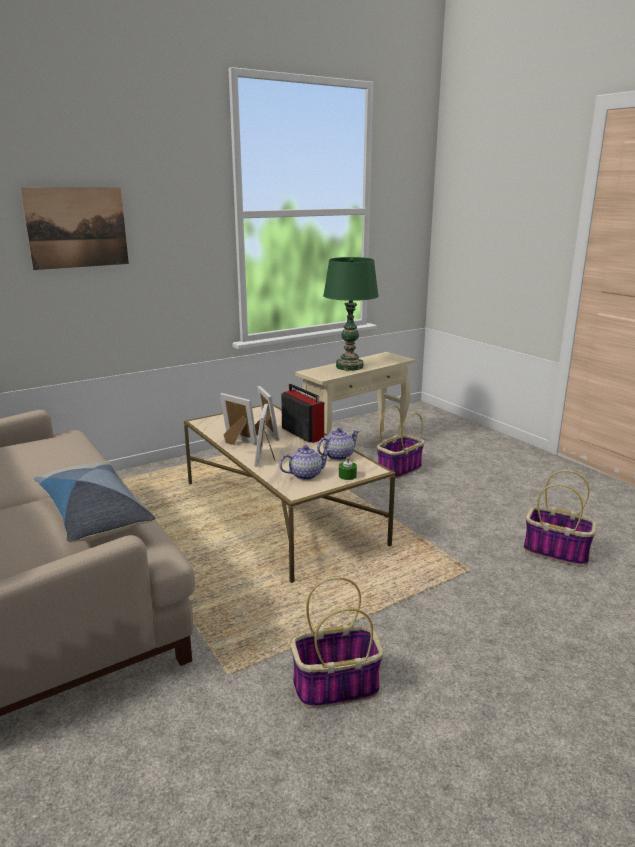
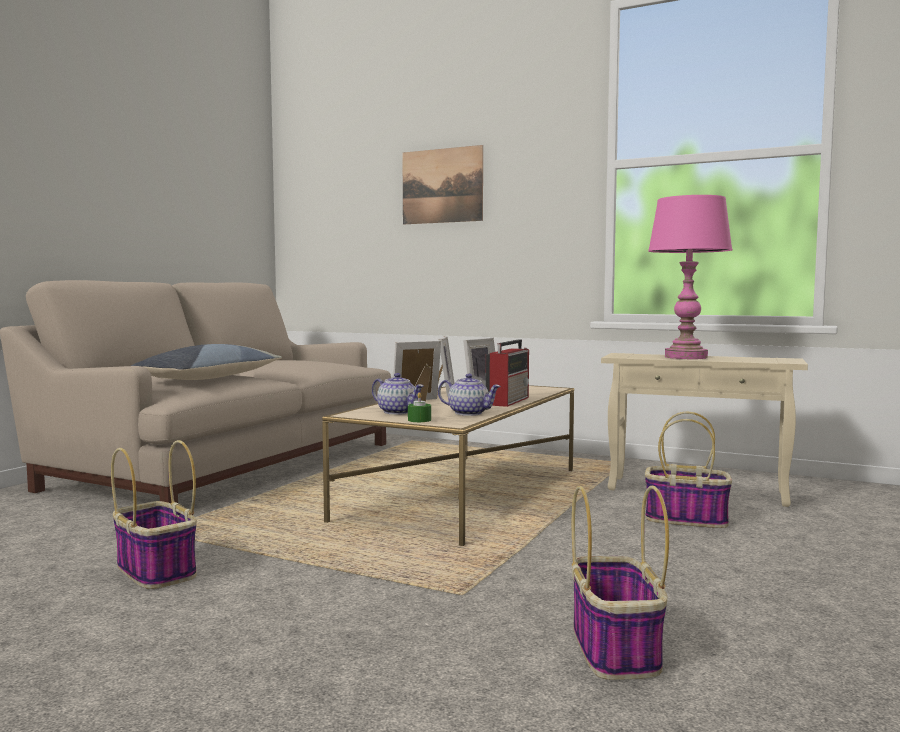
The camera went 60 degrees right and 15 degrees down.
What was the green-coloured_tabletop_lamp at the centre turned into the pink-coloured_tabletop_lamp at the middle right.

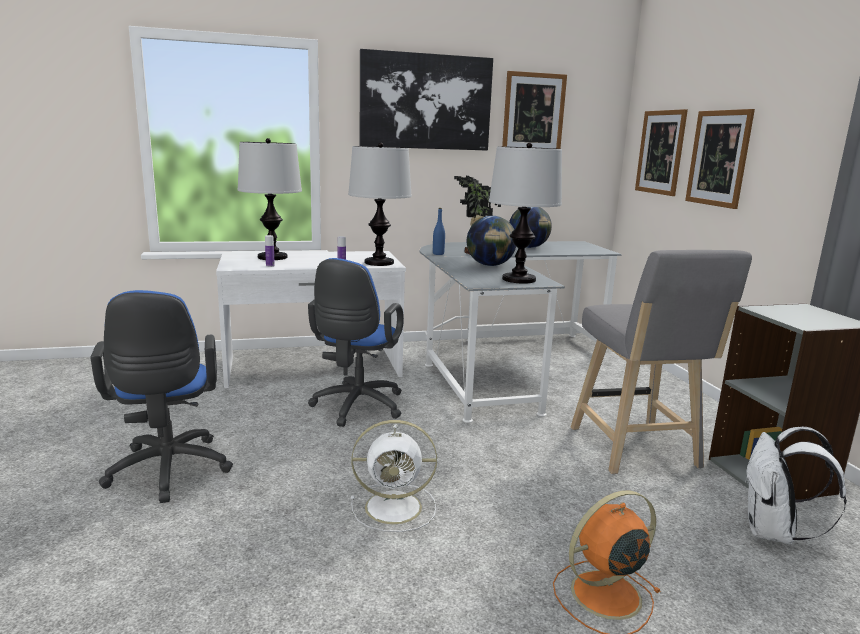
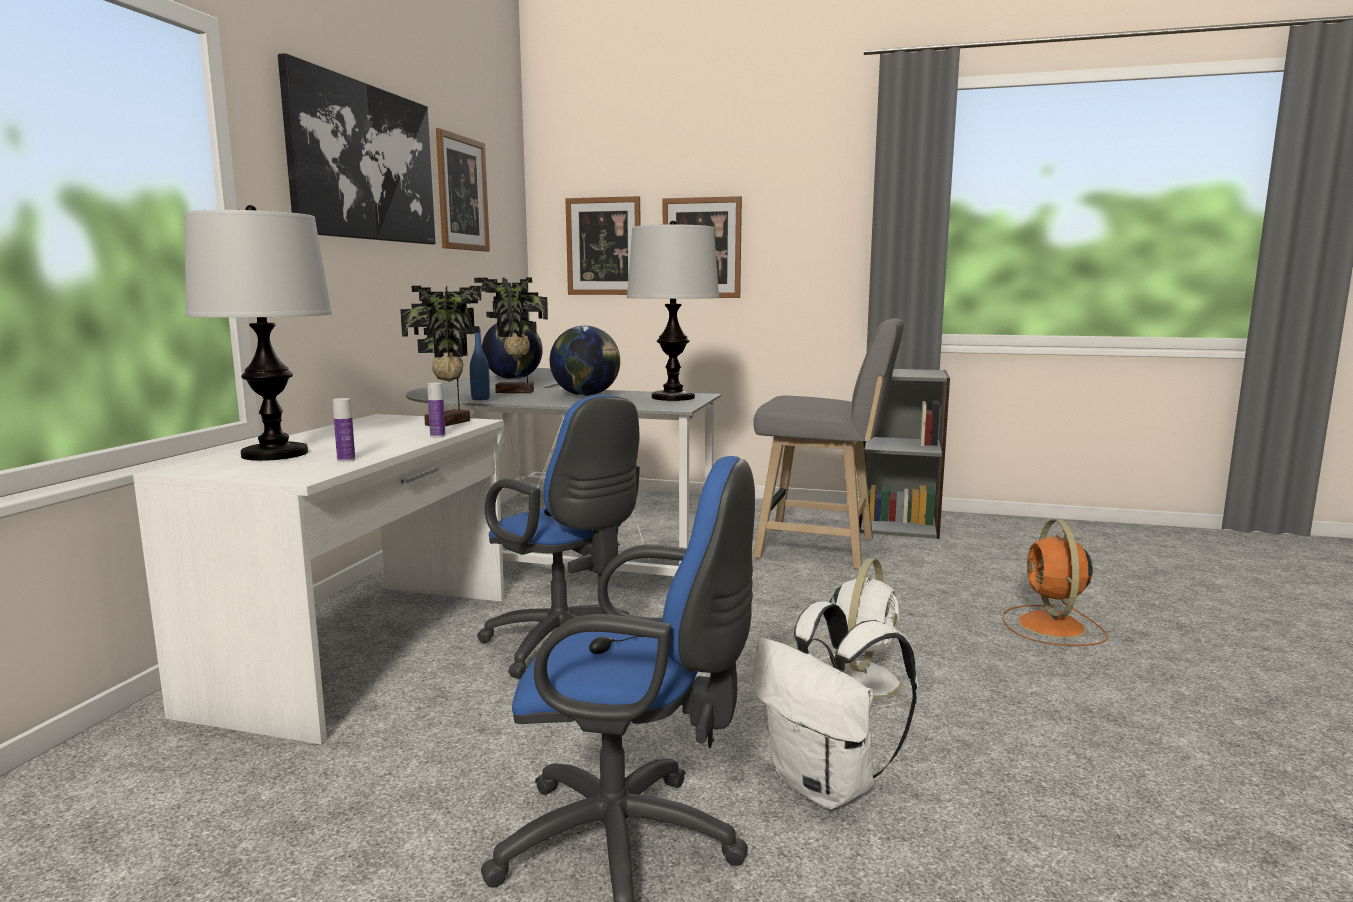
The camera went 60 degrees left and 5 degrees down.
The white_backpack ended up elsewhere, having gone from the bottom right to the bottom centre.
Where the tabletop_lamp (2nd from left) stood at the top centre, the potted_plant (1st from left) came to stand at the middle left.

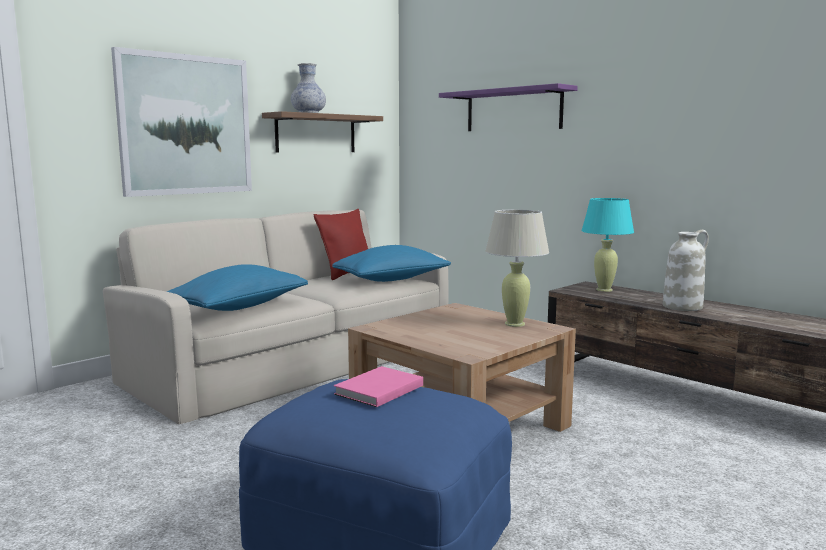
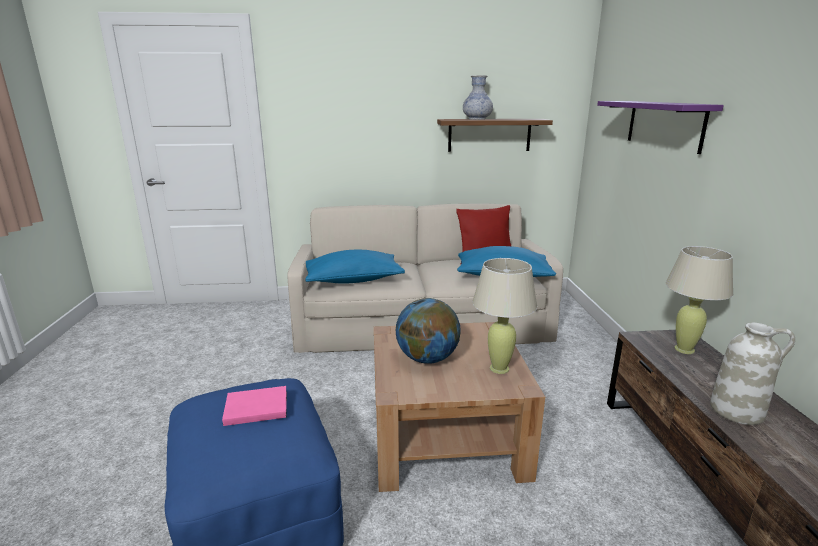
The camera went 40 degrees right and 10 degrees up.
The second view lost the wall_picture at the top left.
The second view gained the world_globe at the centre.
What was the blue-green_tabletop_lamp at the middle right turned into the beige-coloured_tabletop_lamp (2nd from left) at the middle right.

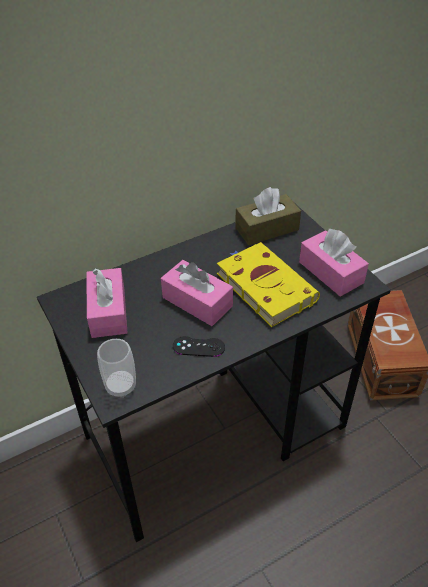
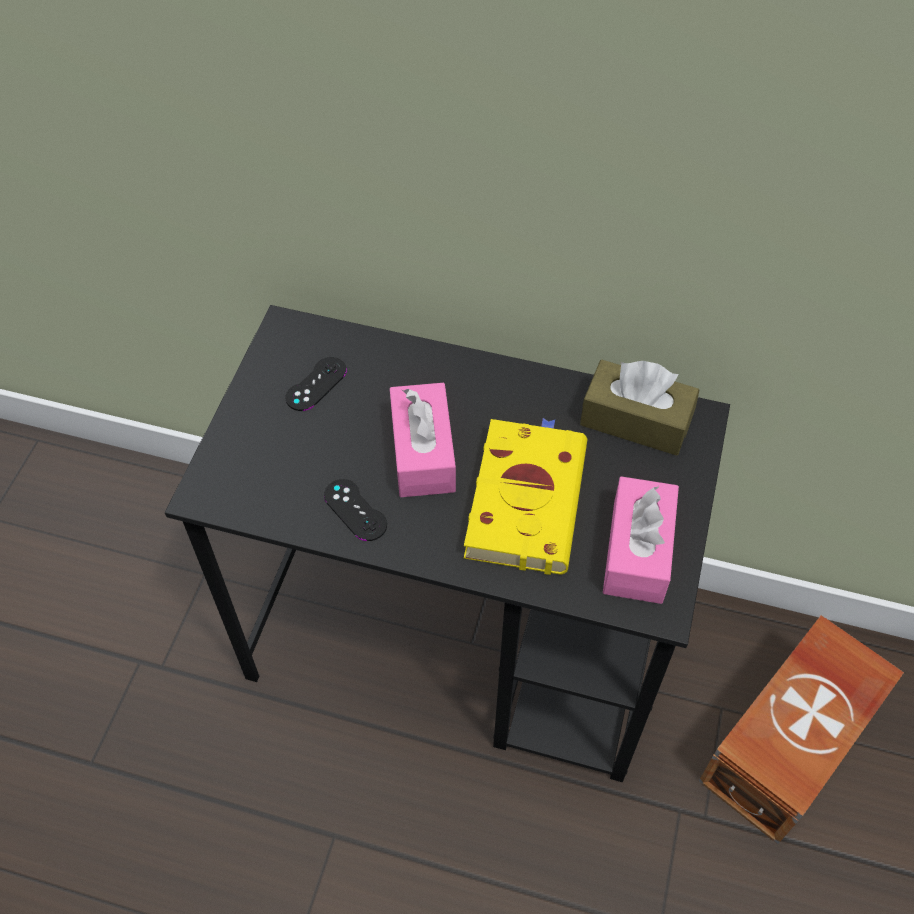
The camera went 45 degrees right and 10 degrees up.
The second view lost the drinking_cup at the middle left.
Where the pink-coloured_box_of_tissues (1st from left) stood at the middle left, the black-coloured_gamepad (1st from left) came to stand at the centre.

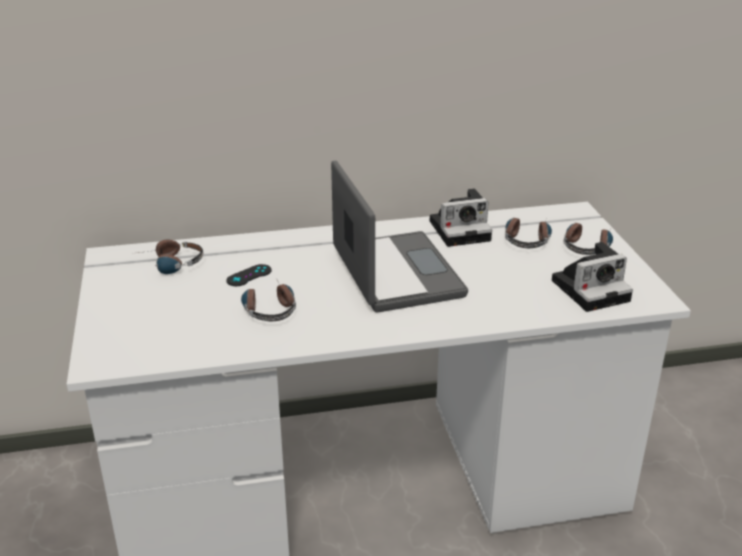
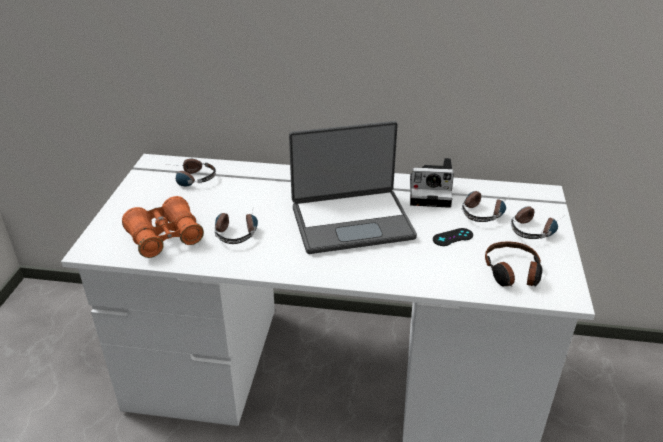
The camera went 20 degrees right and 5 degrees up.
The second view gained the orangey_field_glasses at the middle left.
The black-coloured_gamepad ended up elsewhere, having gone from the centre to the middle right.
Where the photo_camera (2nd from left) stood at the middle right, the pair_of_headphones (4th from left) came to stand at the middle right.
The notebook_computer at the centre ended up facing another way, 75 degrees clockwise from before.

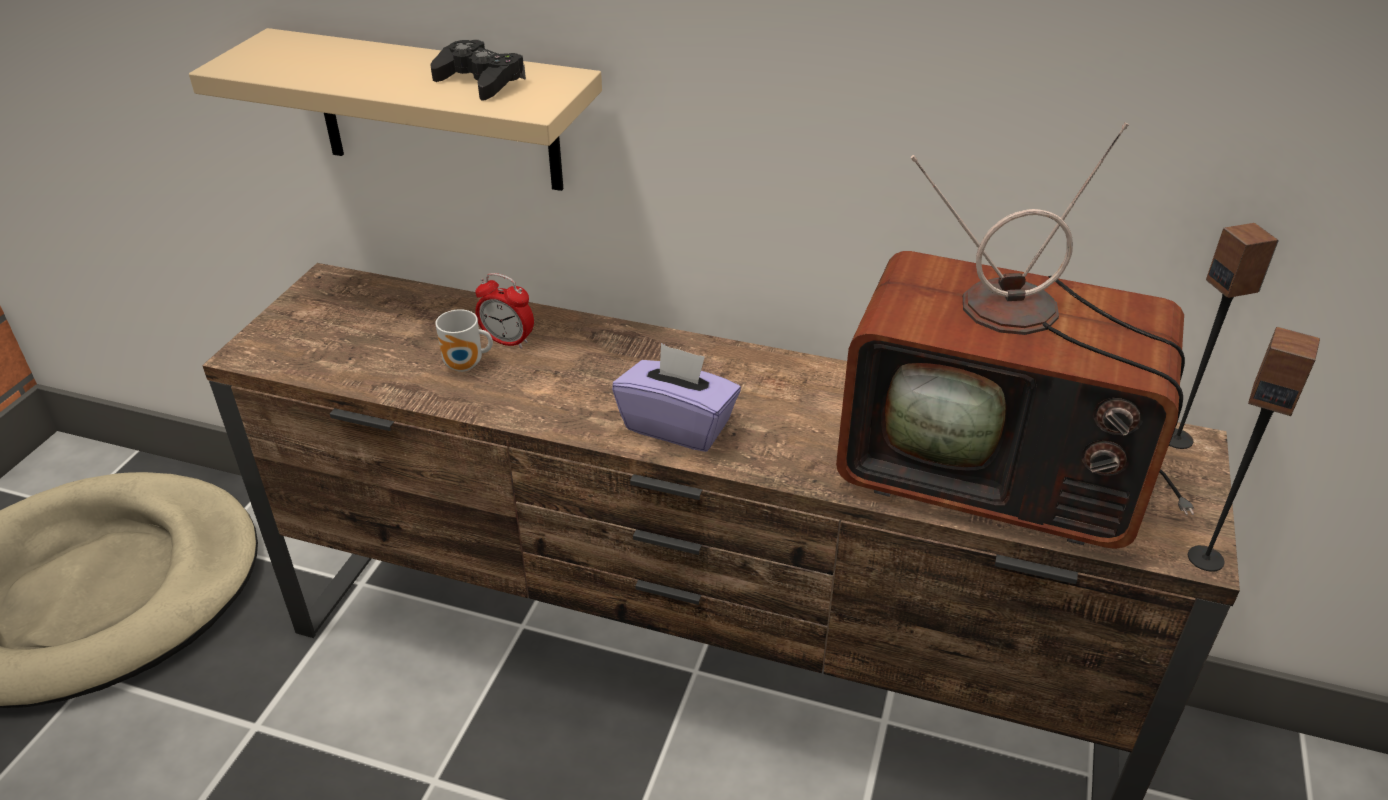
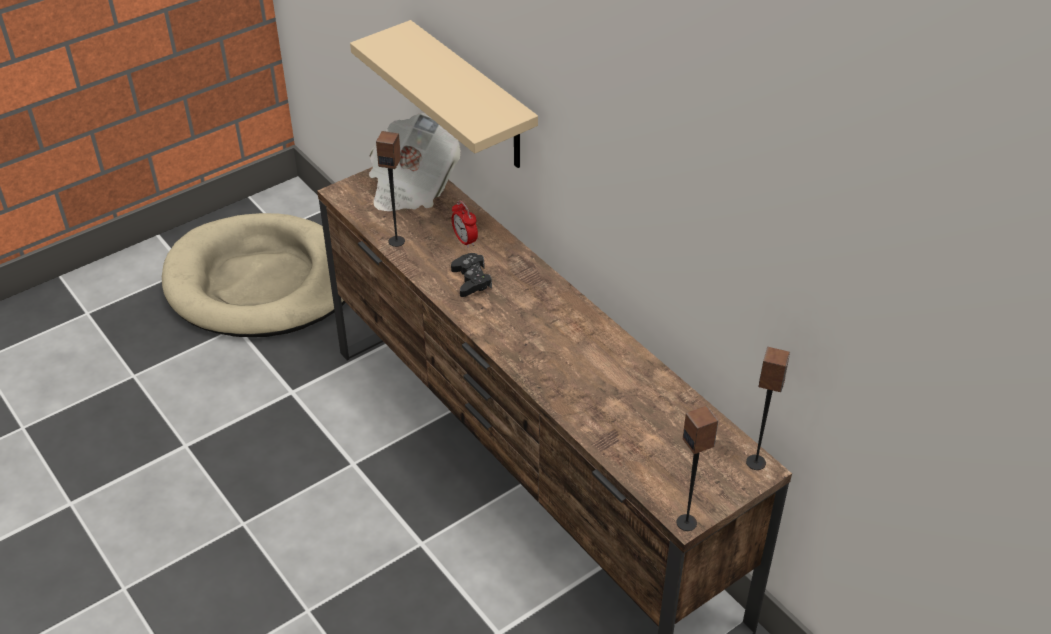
The camera went 35 degrees right and 5 degrees up.
The second view lost the tea_mug at the centre.
The second view lost the purple_box_of_tissues at the centre.
The second view lost the television at the middle right.
The second view gained the newspaper at the top centre.
The second view gained the audio_speaker (1st from left) at the top centre.
The black-coloured_gamepad ended up elsewhere, having gone from the top centre to the centre.

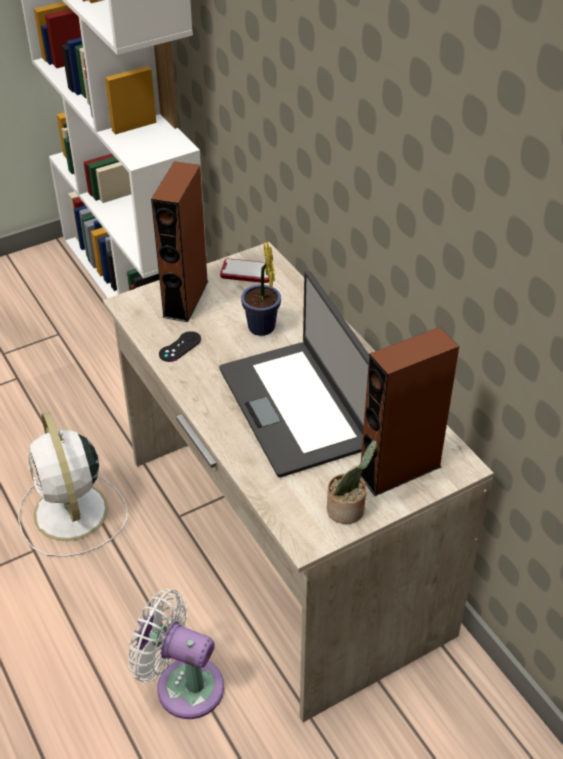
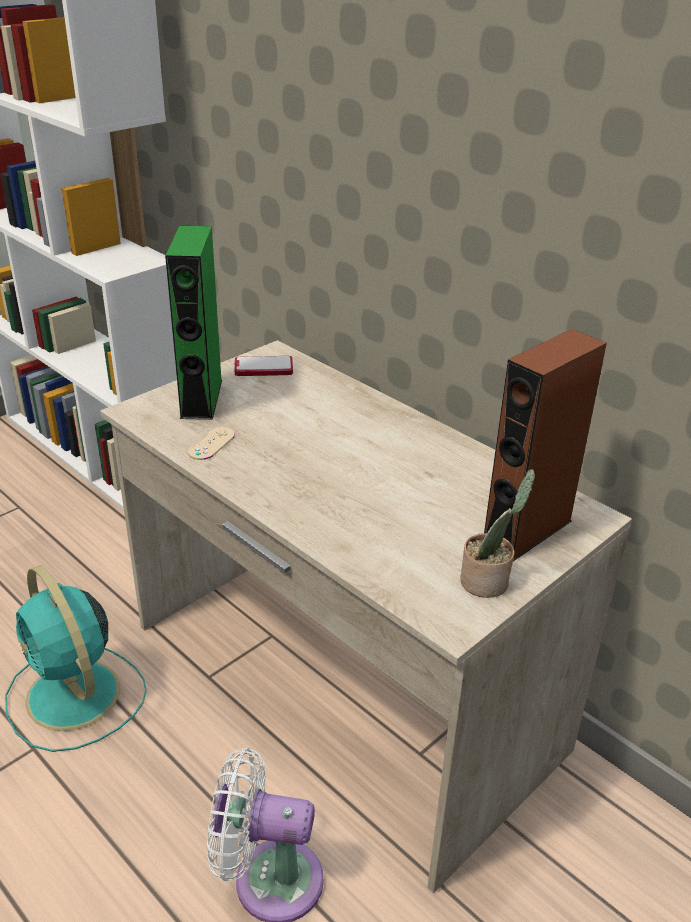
The camera went 15 degrees left and 10 degrees down.
The second view lost the notebook_computer at the centre.
The second view lost the potted_plant (1st from left) at the centre.
What was the white_cooling_fan (1st from left) at the middle left turned into the blue-green_cooling_fan at the bottom left.
What was the brown_audio_speaker (1st from left) at the top left turned into the green-coloured_audio_speaker at the middle left.
What was the black-coloured_gamepad at the middle left turned into the beige-coloured_gamepad at the middle left.

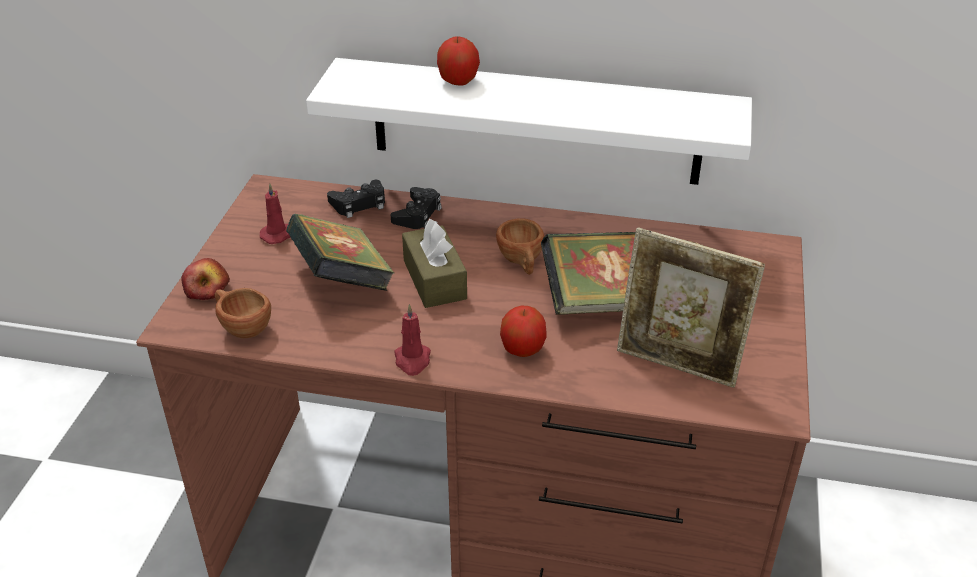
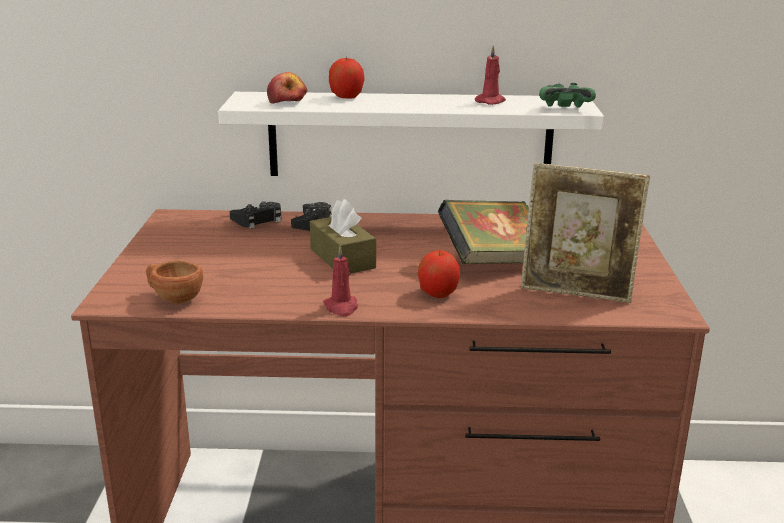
The camera went 10 degrees left and 15 degrees down.
The second view lost the bound_book (1st from left) at the centre.
The second view lost the brown_drinking_cup (2nd from left) at the centre.
The second view gained the green-coloured_gamepad at the top right.
The apple (1st from left) ended up elsewhere, having gone from the middle left to the top centre.
The red_candle (1st from left in the first image) ended up elsewhere, having gone from the middle left to the top centre.

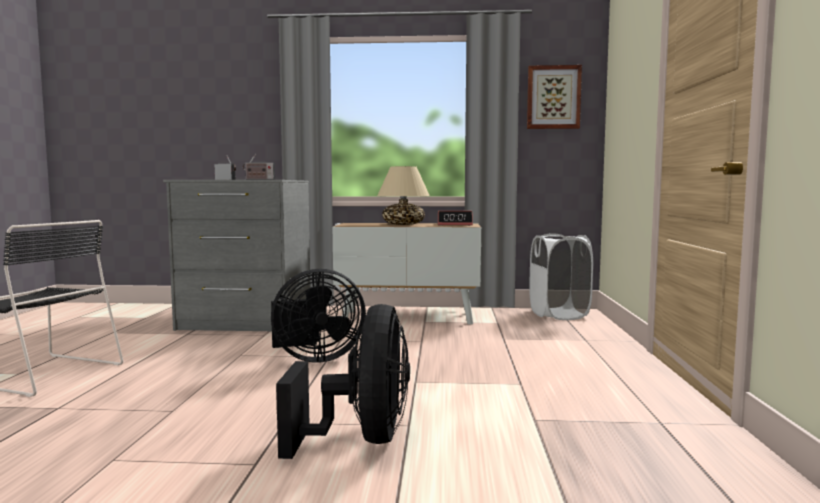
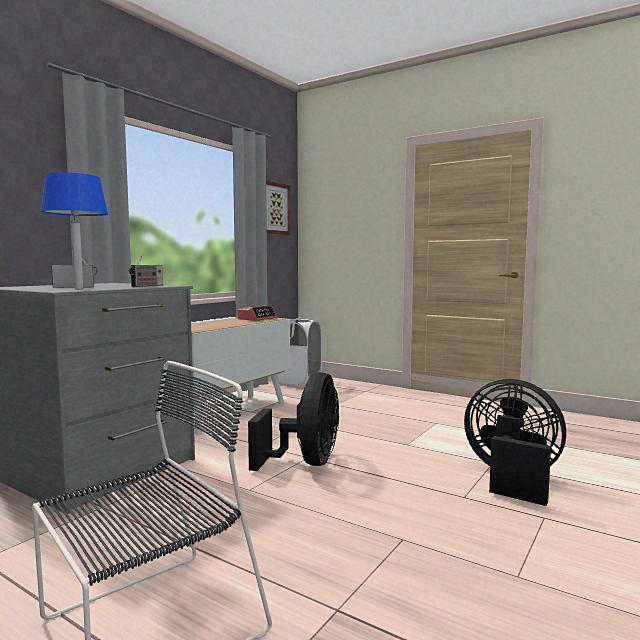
The camera went 60 degrees left and 0 degrees up.
The second view lost the beige-coloured_tabletop_lamp at the centre.
The second view gained the blue-coloured_tabletop_lamp at the middle left.

